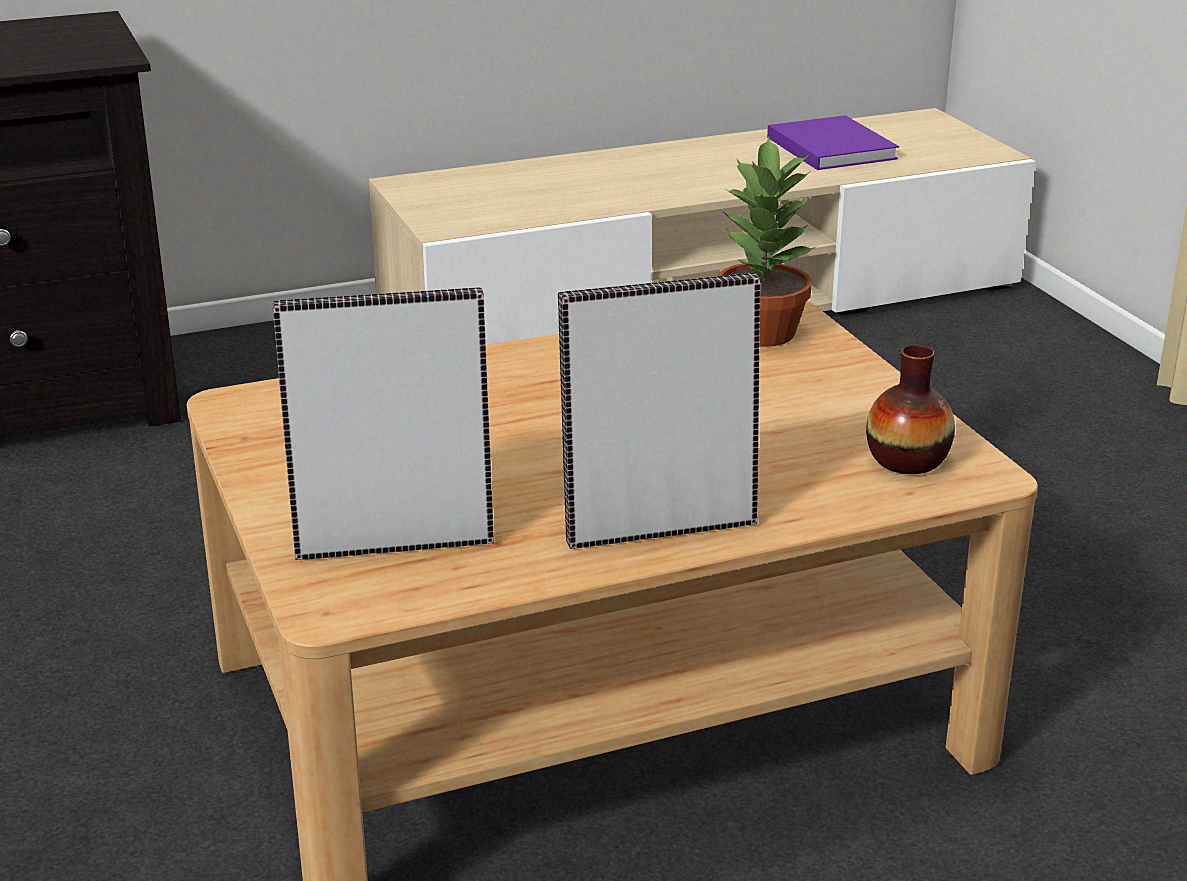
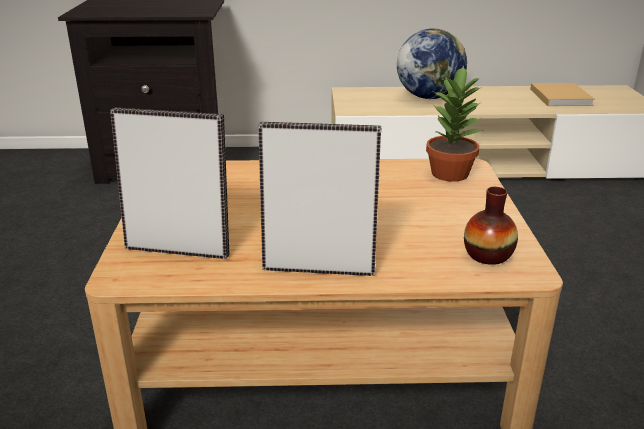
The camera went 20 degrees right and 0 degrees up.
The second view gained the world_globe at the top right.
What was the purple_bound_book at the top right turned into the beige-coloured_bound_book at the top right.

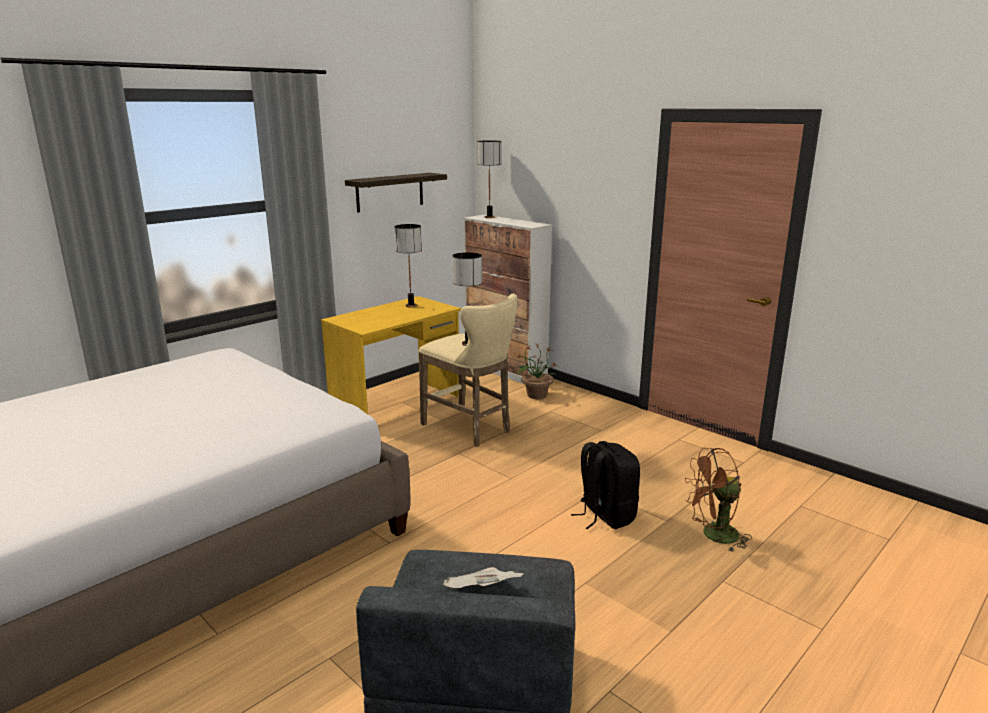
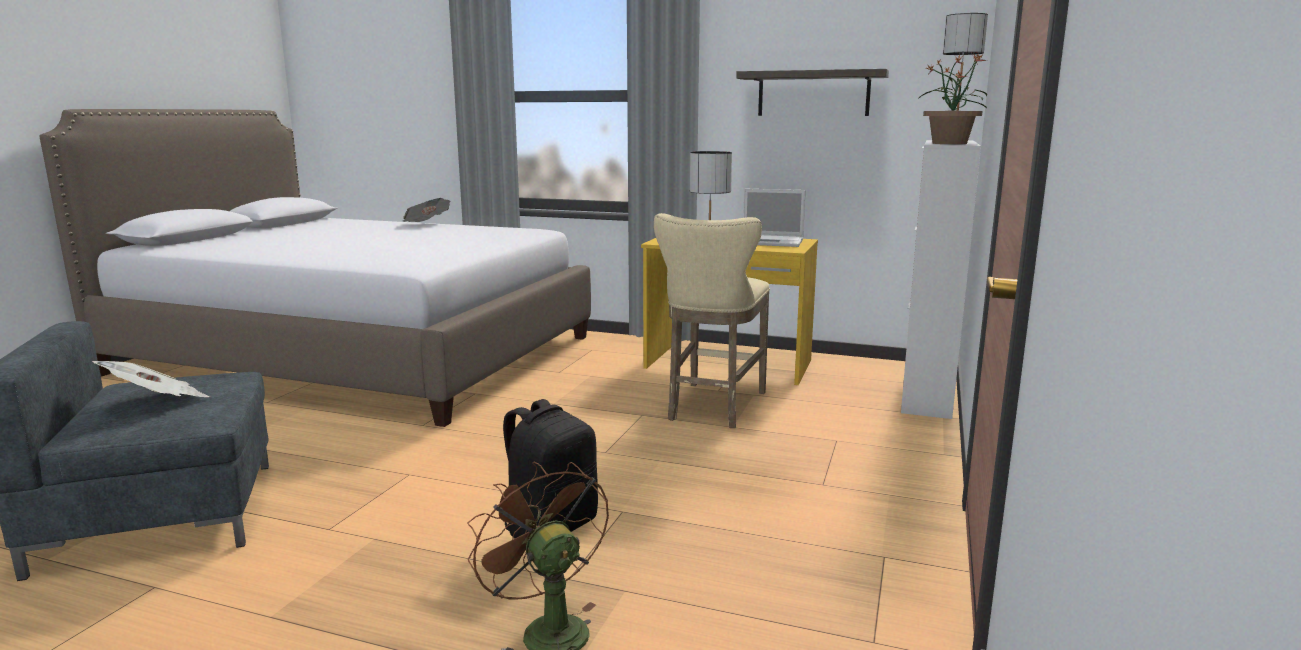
The camera went 65 degrees right and 5 degrees down.
The second view gained the newspaper (2nd from left) at the top left.
The potted_plant ended up elsewhere, having gone from the centre to the top right.
Where the tabletop_lamp (1st from left) stood at the centre, the notebook_computer came to stand at the centre.

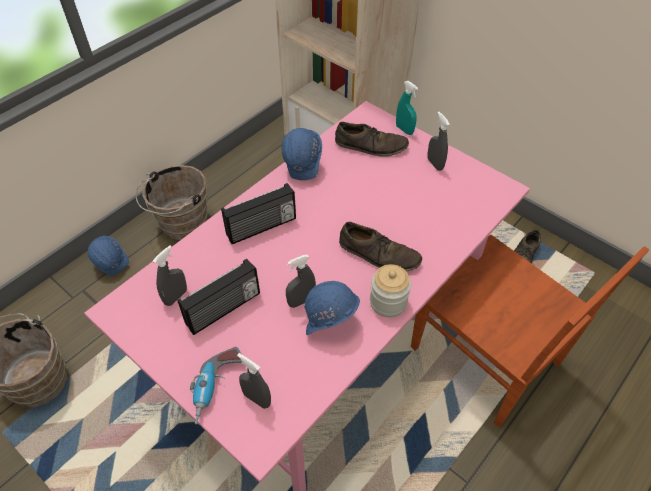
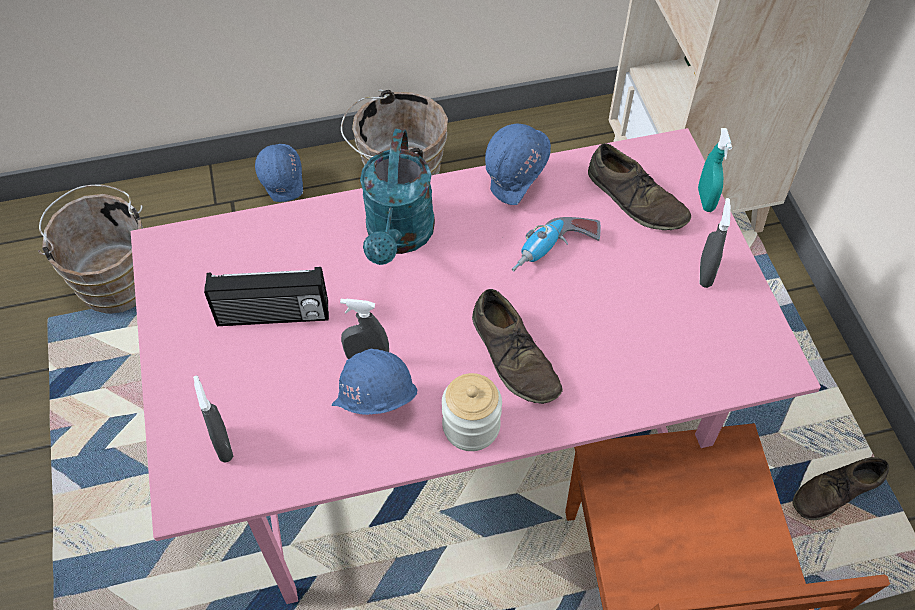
The camera went 35 degrees right and 5 degrees up.
The second view lost the greyish_spray_bottle (1st from left) at the middle left.
The electric_drill ended up elsewhere, having gone from the bottom left to the centre.
Where the radio_receiver (2nd from left) stood at the centre, the blue-green_watering_pot came to stand at the top centre.

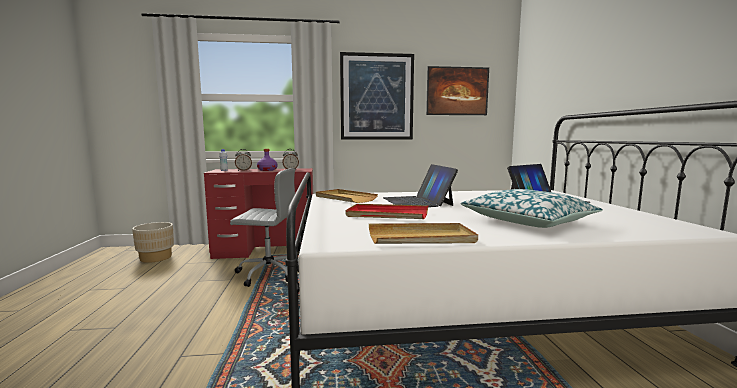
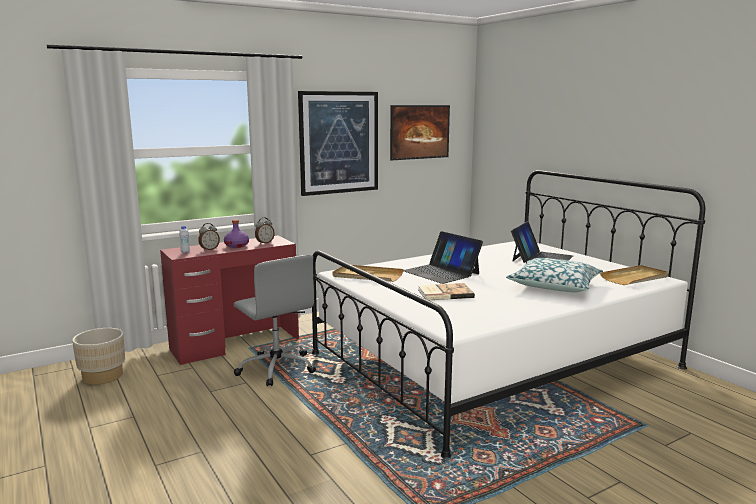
The camera went 25 degrees left and 5 degrees up.
The beige-coloured_serving_tray (2nd from left) ended up elsewhere, having gone from the centre to the middle right.
Where the red_serving_tray stood at the centre, the bound_book came to stand at the centre.
The greyish_computer_chair at the centre ended up facing another way, 75 degrees clockwise from before.

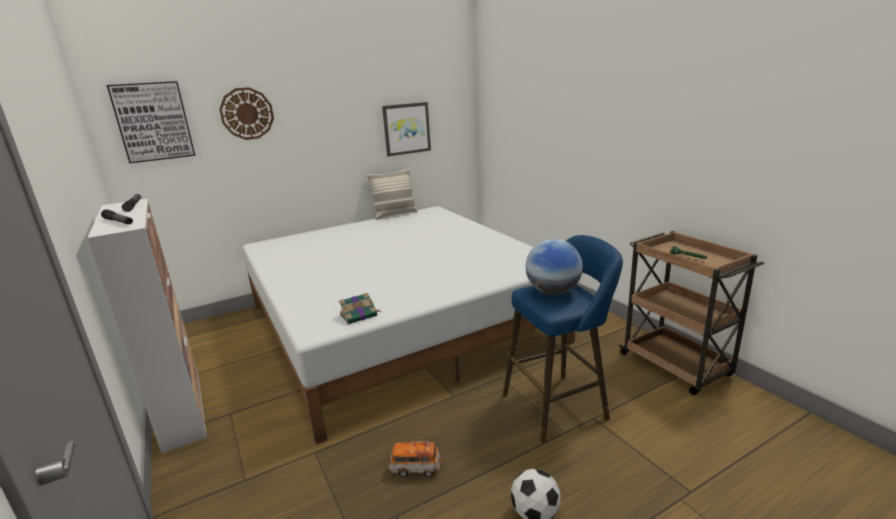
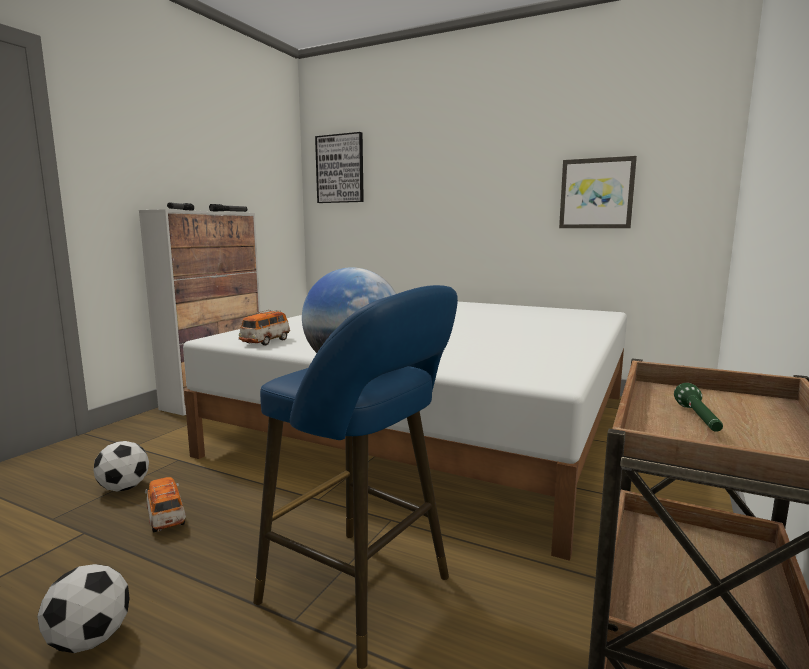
The camera went 55 degrees right and 10 degrees down.
The second view lost the wall_clock at the top left.
The second view lost the throw_pillow at the centre.
The second view gained the football (2nd from left) at the bottom left.
Where the bound_book stood at the centre, the miniature_car (2nd from left) came to stand at the middle left.

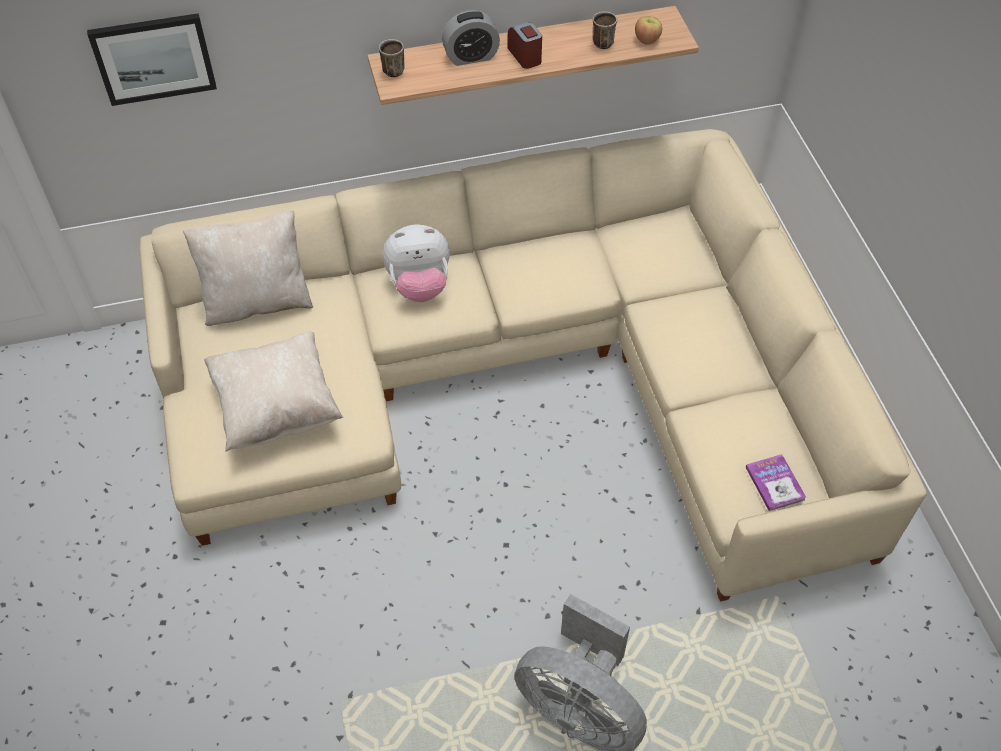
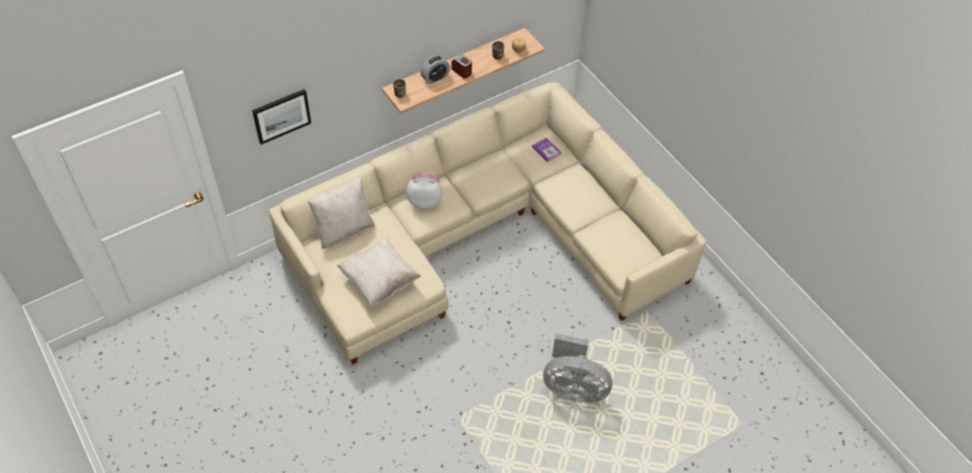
The camera went 20 degrees left and 0 degrees up.
The bound_book ended up elsewhere, having gone from the middle right to the top centre.
The soft_toy at the centre ended up facing another way, 150 degrees counterclockwise from before.

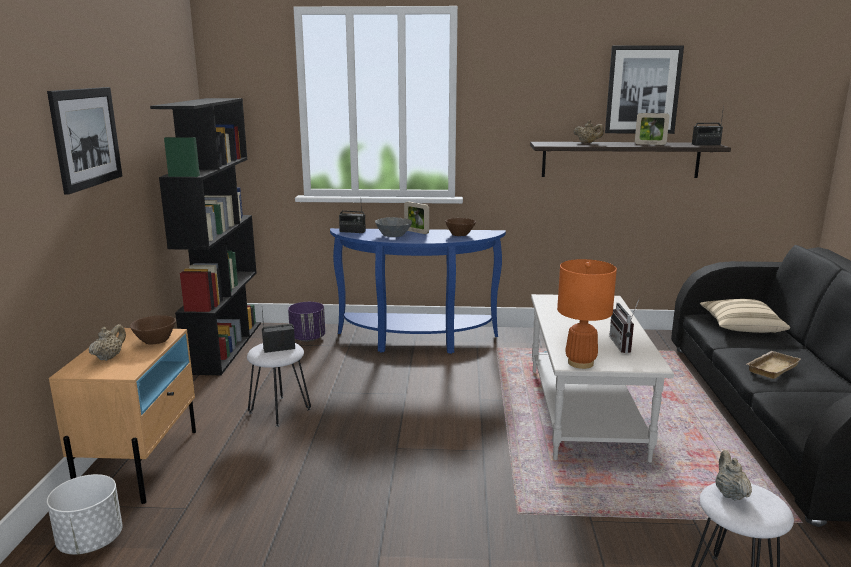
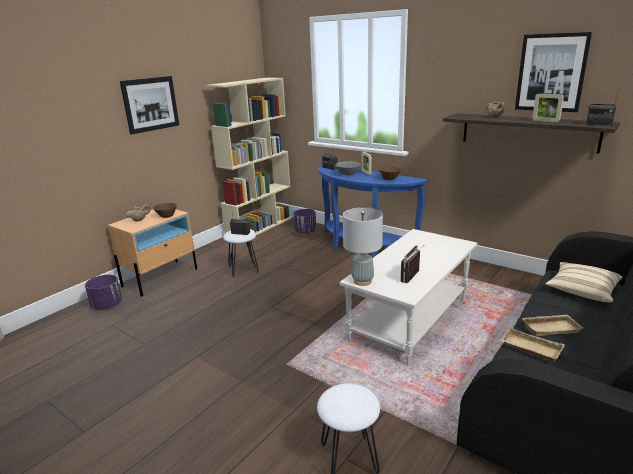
The camera went 35 degrees right and 5 degrees up.
The second view lost the beige-coloured_teapot (3rd from left) at the bottom right.
The second view gained the beige-coloured_serving_tray (1st from left) at the bottom right.
What was the white_flower_pot at the bottom left turned into the purple_flower_pot (1st from left) at the middle left.
What was the black-coloured_bookshelf at the middle left turned into the beige-coloured_bookshelf at the top centre.
What was the orangey_tabletop_lamp at the middle right turned into the greyish_tabletop_lamp at the centre.

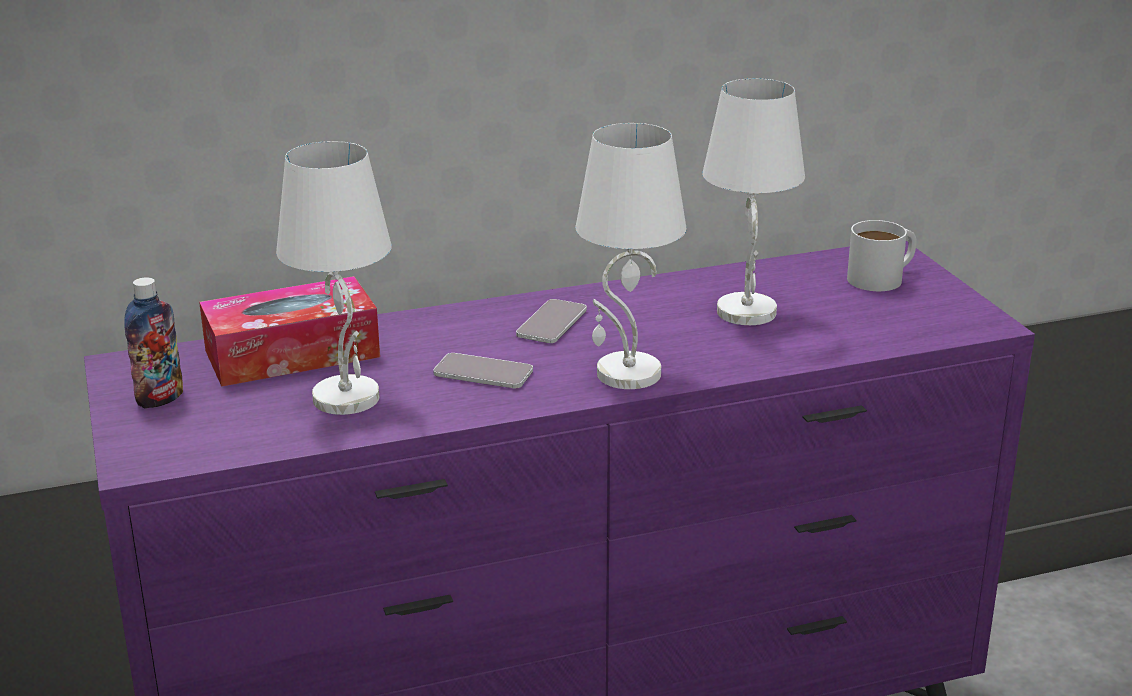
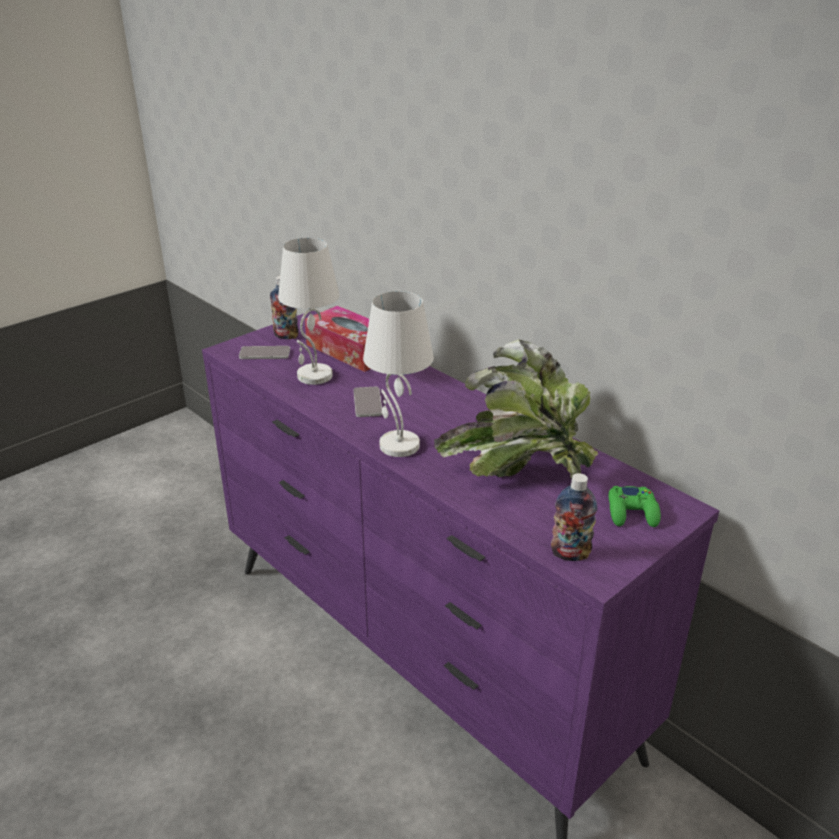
The camera went 65 degrees right and 5 degrees up.
The second view gained the drink_bottle (2nd from left) at the middle right.
The handset (2nd from left in the first image) ended up elsewhere, having gone from the centre to the middle left.
Where the white_tabletop_lamp (3rd from left) stood at the top centre, the potted_plant came to stand at the centre.
Where the white_tea_mug stood at the middle right, the green-coloured_gamepad came to stand at the middle right.

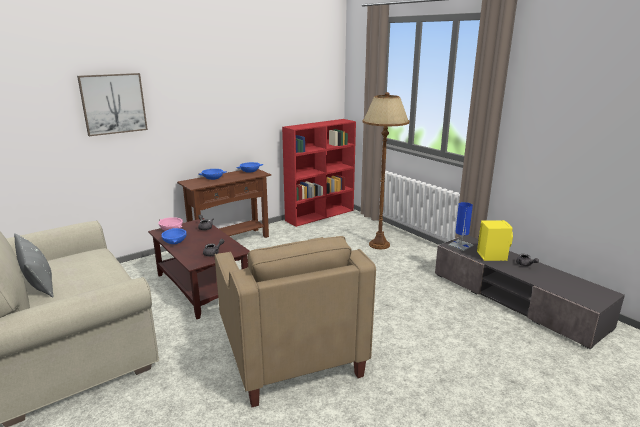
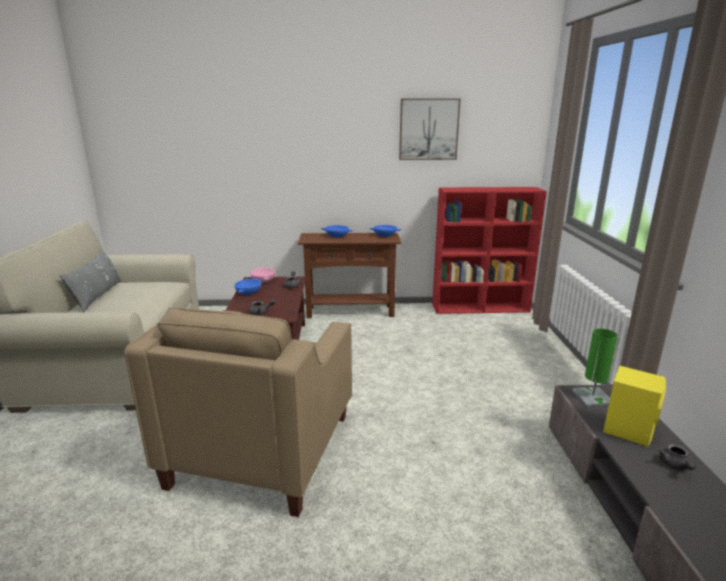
The camera went 35 degrees right and 0 degrees up.
The second view lost the brown_standard_lamp at the centre.
The wall_picture ended up elsewhere, having gone from the top left to the top centre.
What was the blue-coloured_tabletop_lamp at the middle right turned into the green-coloured_tabletop_lamp at the middle right.

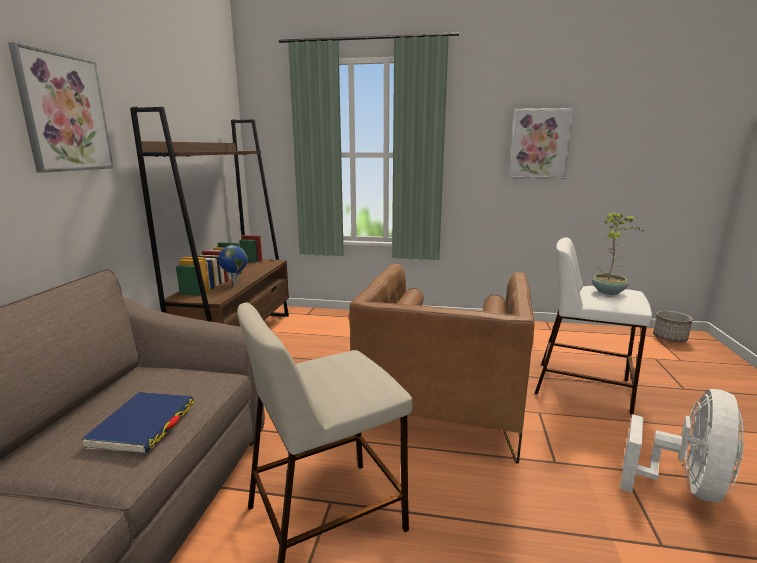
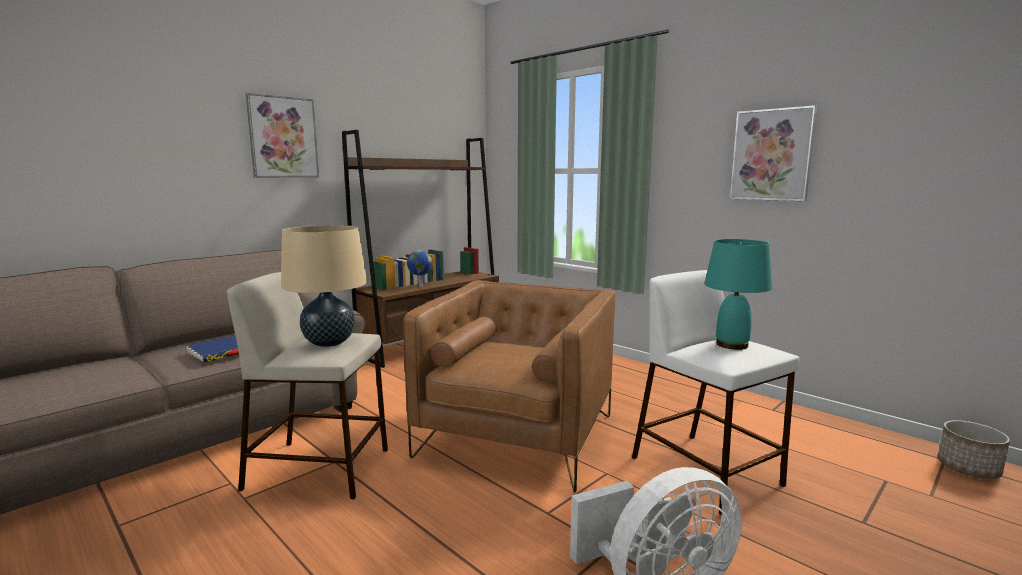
The camera went 35 degrees right and 5 degrees down.
The second view gained the beige-coloured_tabletop_lamp at the middle left.
Where the potted_plant stood at the middle right, the blue-green_tabletop_lamp came to stand at the middle right.
The brown_easy_chair at the centre ended up facing another way, 150 degrees clockwise from before.

